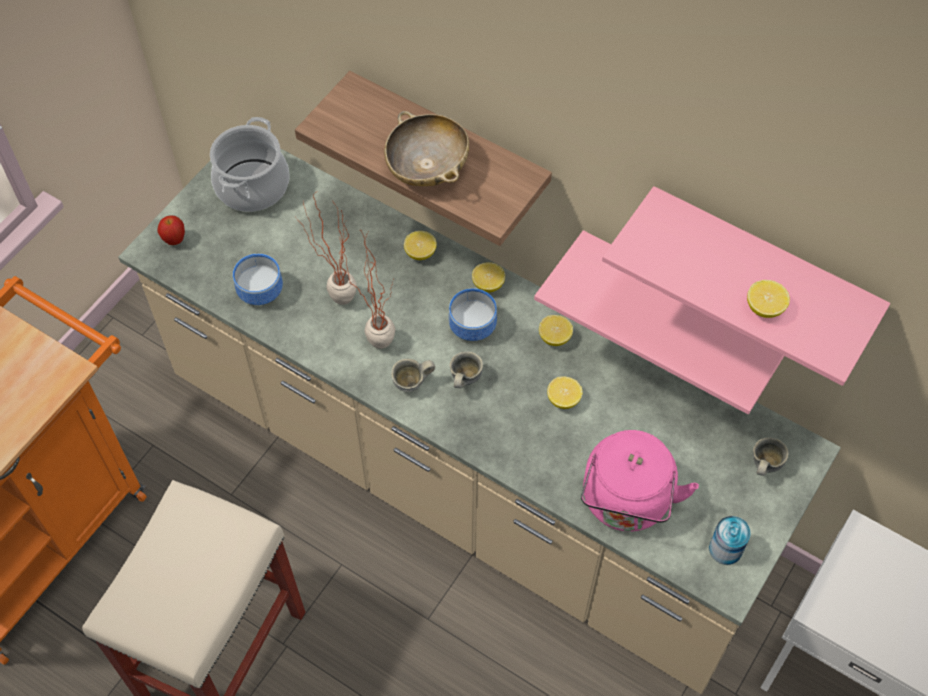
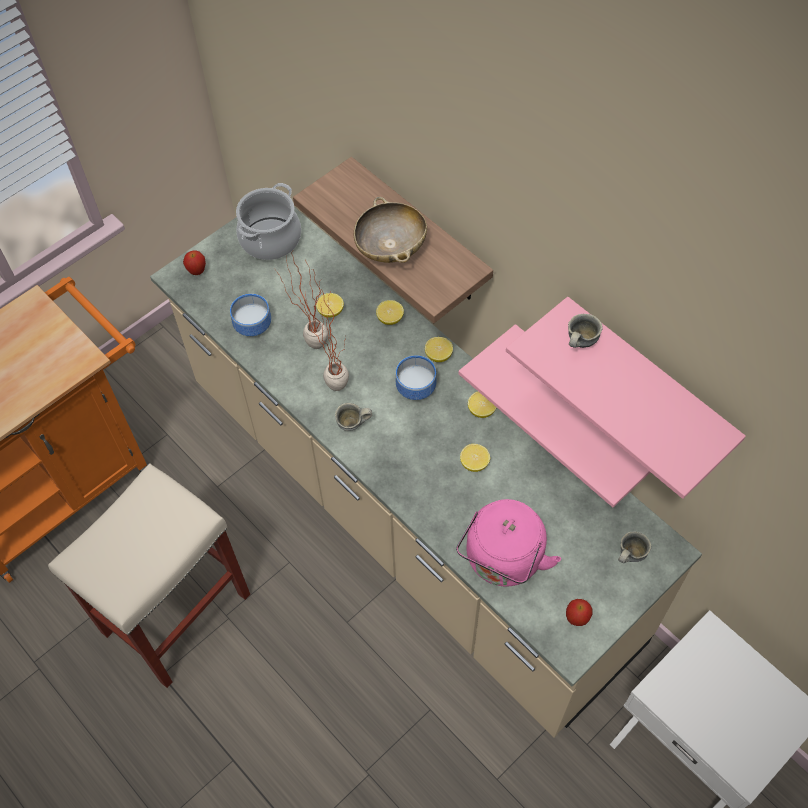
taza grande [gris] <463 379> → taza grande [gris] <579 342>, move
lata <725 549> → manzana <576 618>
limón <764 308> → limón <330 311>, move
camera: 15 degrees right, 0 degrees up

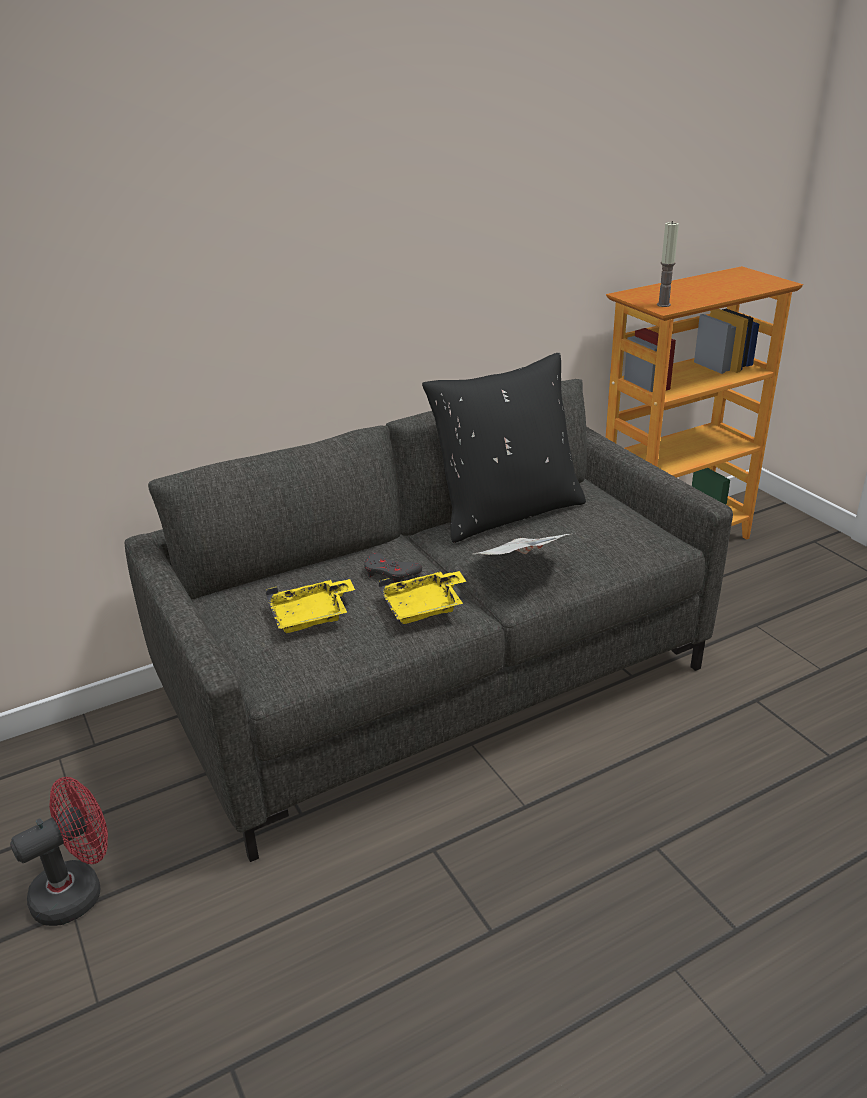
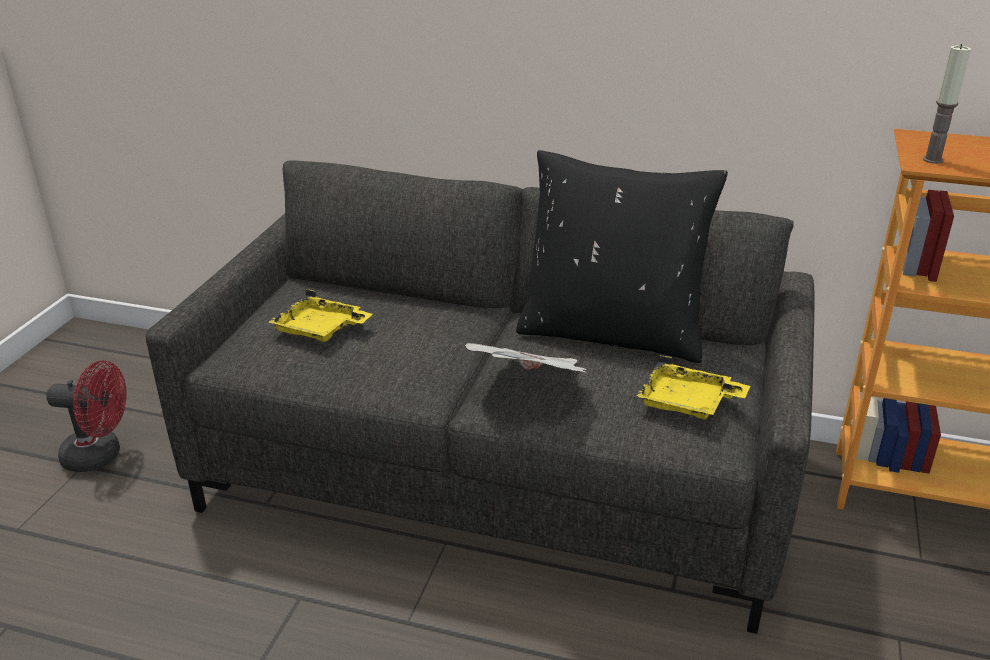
mando de consola [gris] <390 573> → -
bandeja [amarillo] <424 607> → bandeja [amarillo] <687 403>, move
camera: 45 degrees right, 0 degrees up

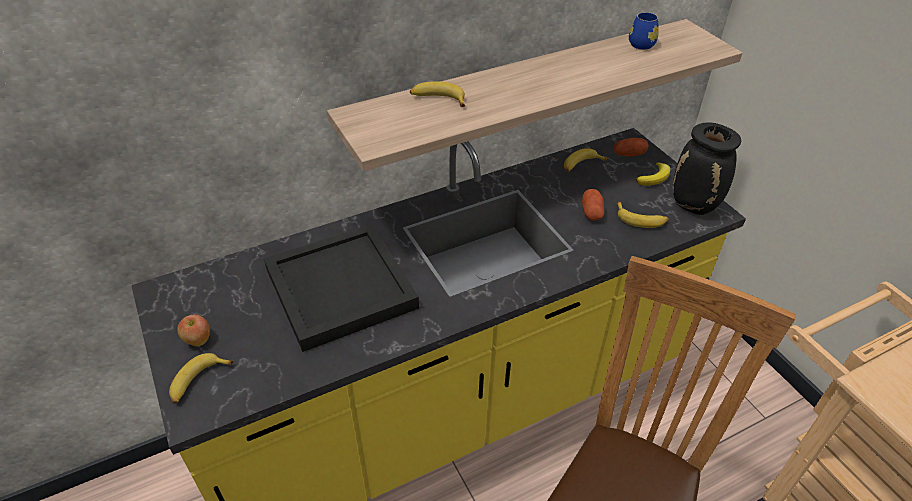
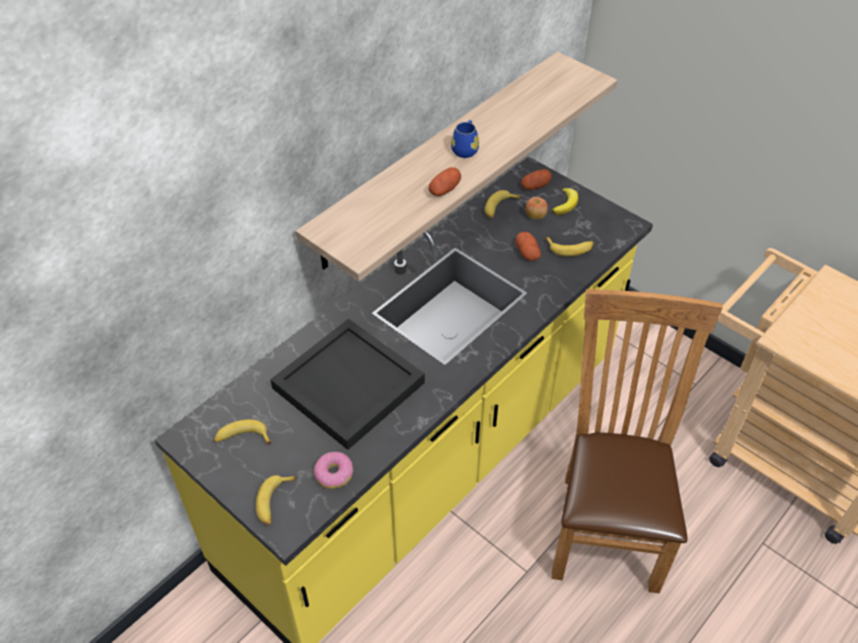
manzana <197 340> → manzana <535 216>, move
plátano <438 99> → plátano <242 438>, move
taza grande [azul] <643 43> → taza grande [azul] <465 149>, move
florero [negro] <694 206> → -
- → rosquilla <334 474>
- → patata <444 189>
camera: 20 degrees left, 5 degrees up

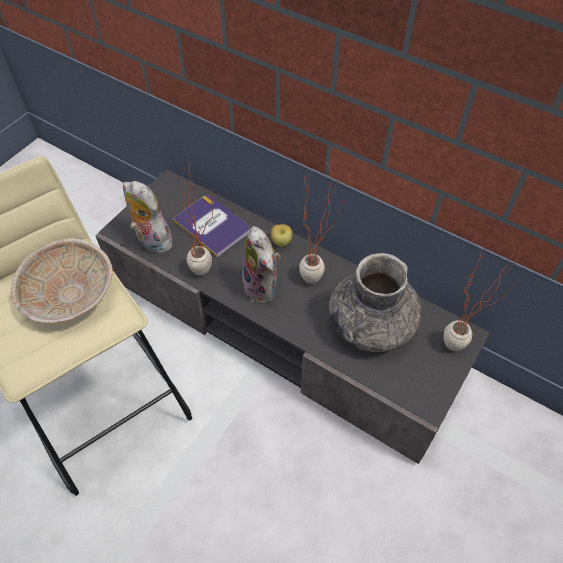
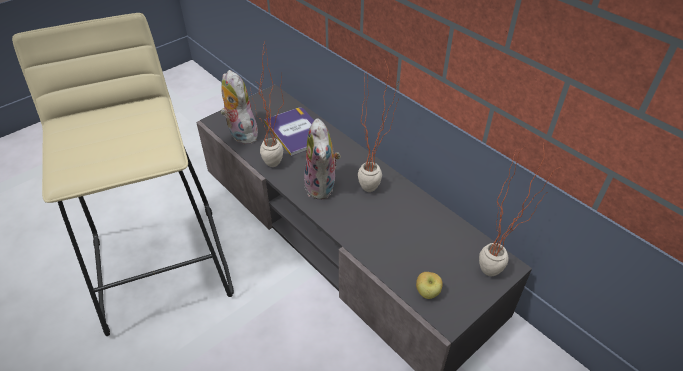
cuenco [beis] <69 295> → -
manzana <281 242> → manzana <427 293>, move
florero [gris] <371 324> → -
camera: 15 degrees right, 10 degrees down

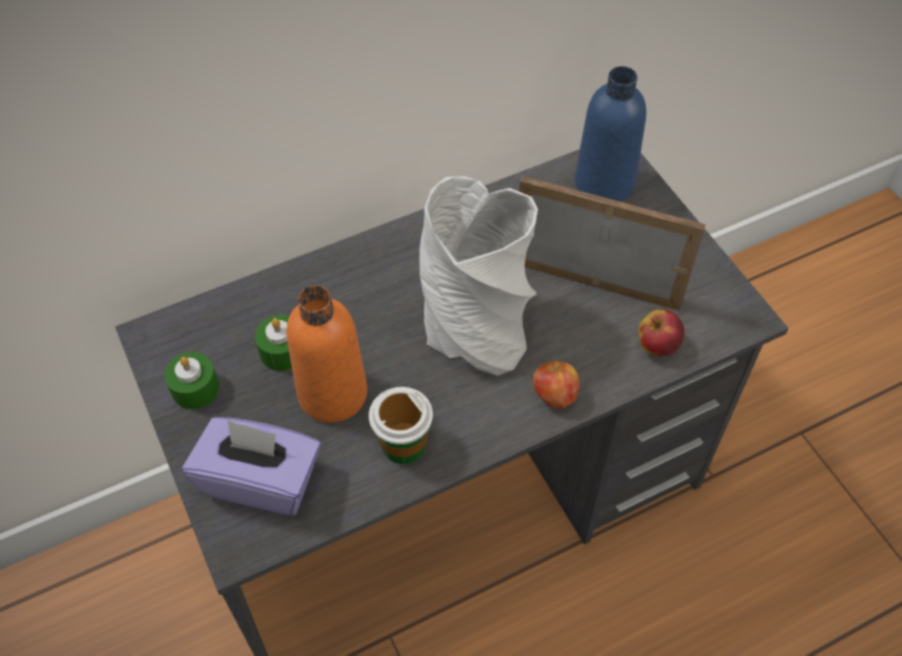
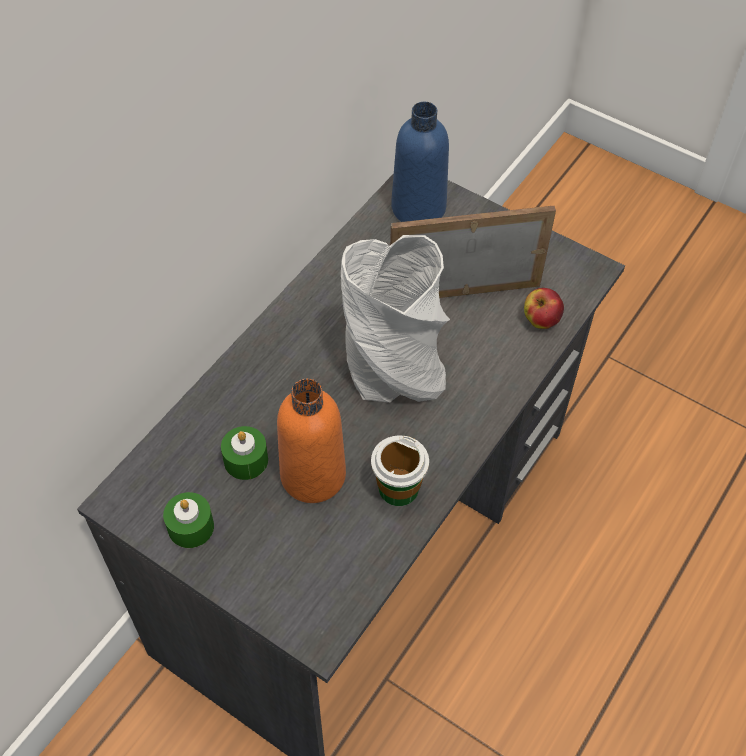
caja de pañuelos [morado] <261 480> → -
manzana <554 395> → -
camera: 30 degrees left, 0 degrees up

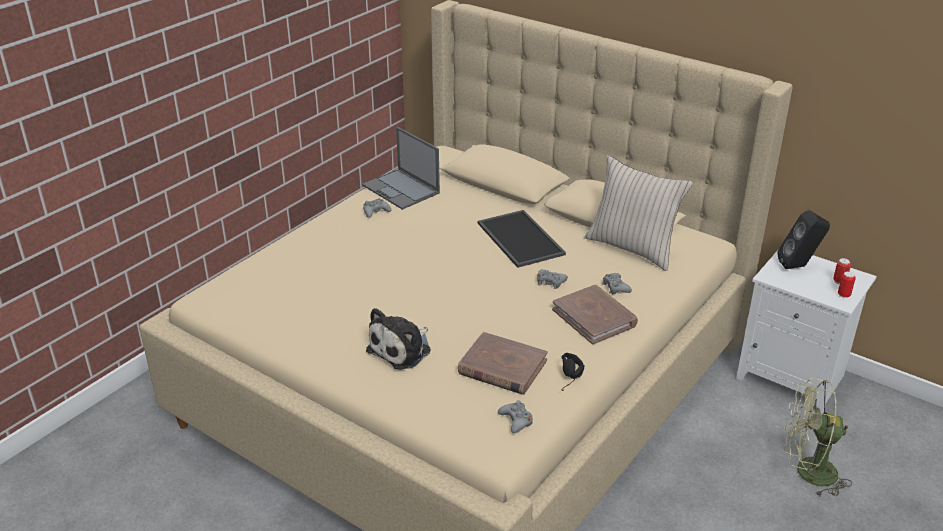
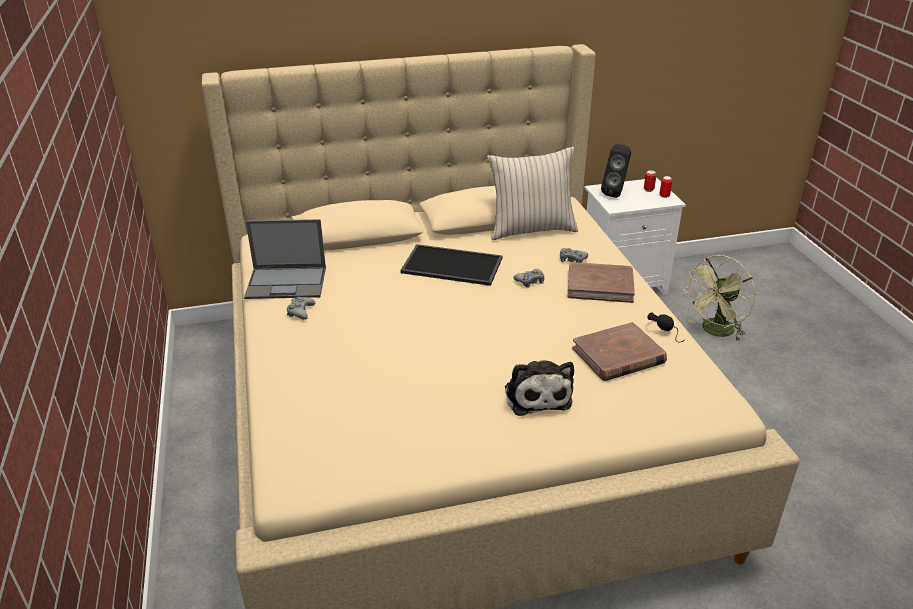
mando de consola [gris] <516 421> → -
camera: 50 degrees left, 0 degrees up

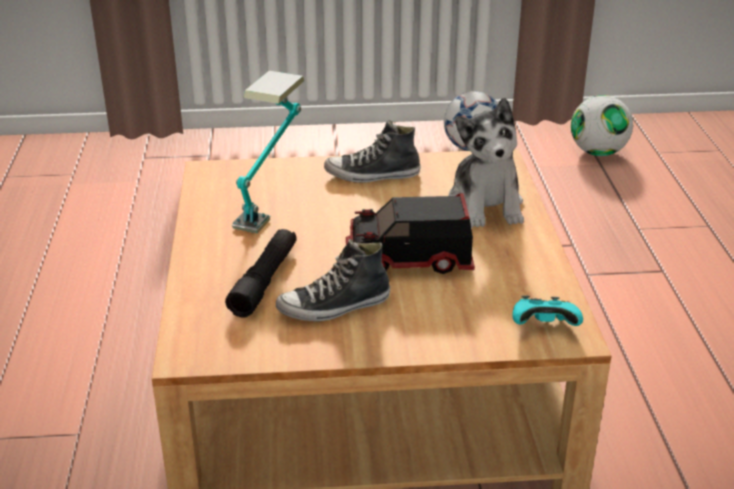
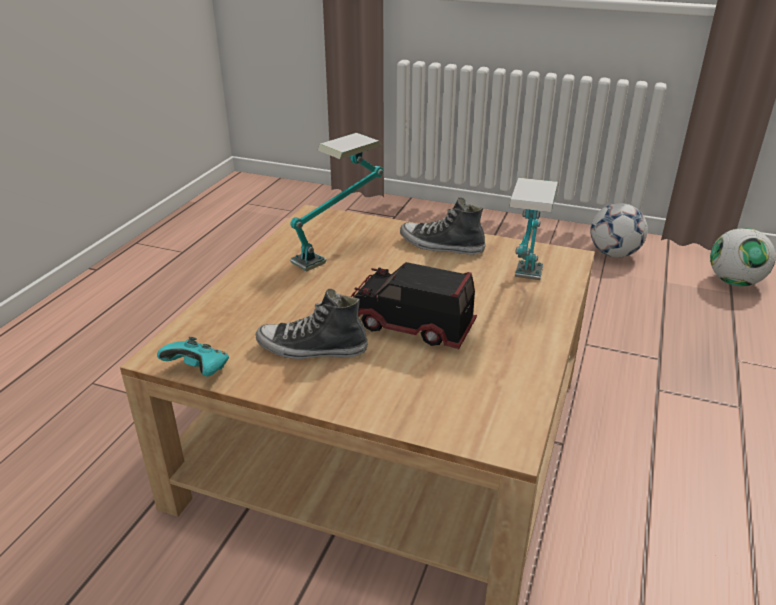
linterna [negro] <264 281> → -
peluche <486 205> → lámpara de mesa <523 293>
mando de consola [turquesa] <544 326> → mando de consola [turquesa] <199 370>, move
camera: 25 degrees right, 0 degrees up

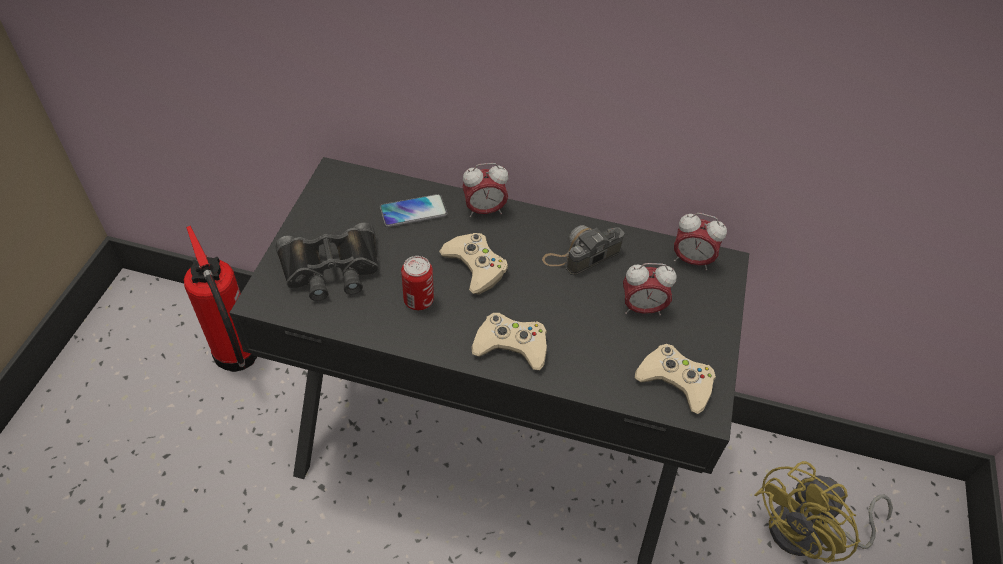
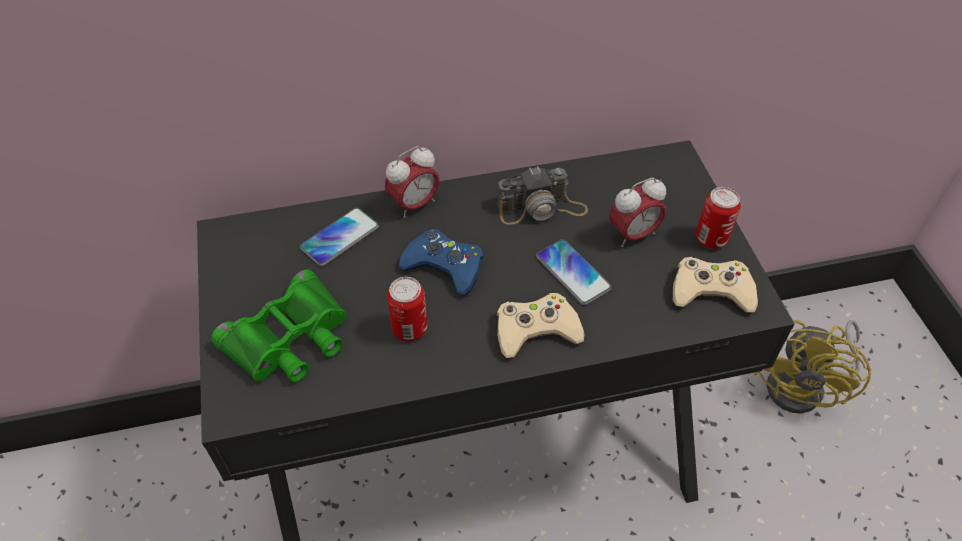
extintor <237 357> → -
prismáticos [negro] <331 269> → prismáticos [verde] <290 339>
mando de consola [beis] <475 266> → mando de consola [azul] <444 266>
cámara <582 255> → cámara <541 208>, 135 degrees counterclockwise
despertador <691 260> → -
- → móvil <573 272>
- → lata <711 238>
camera: 25 degrees left, 0 degrees up

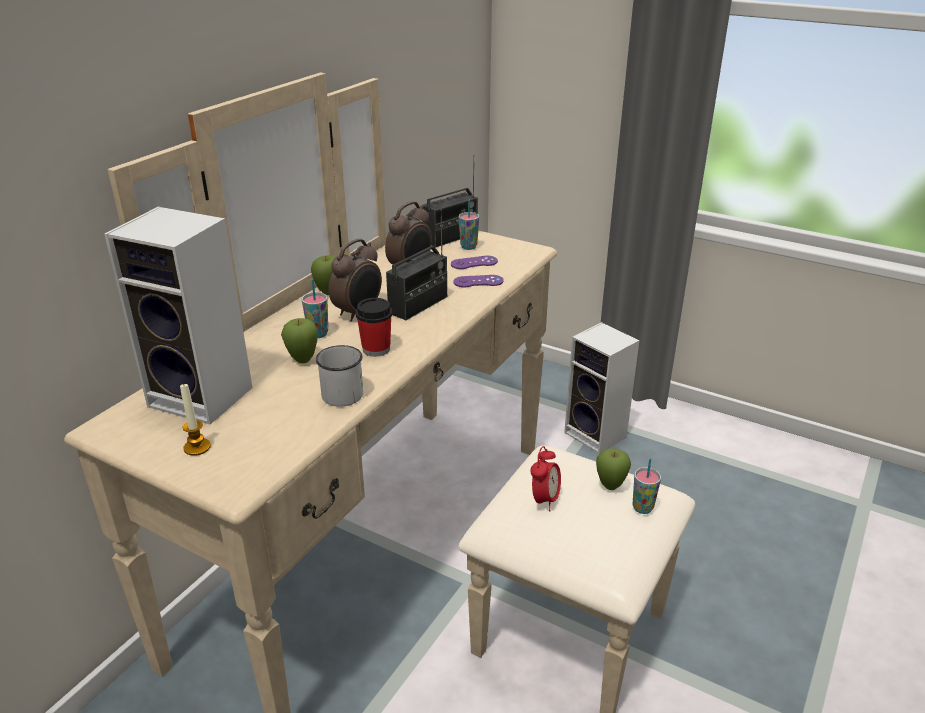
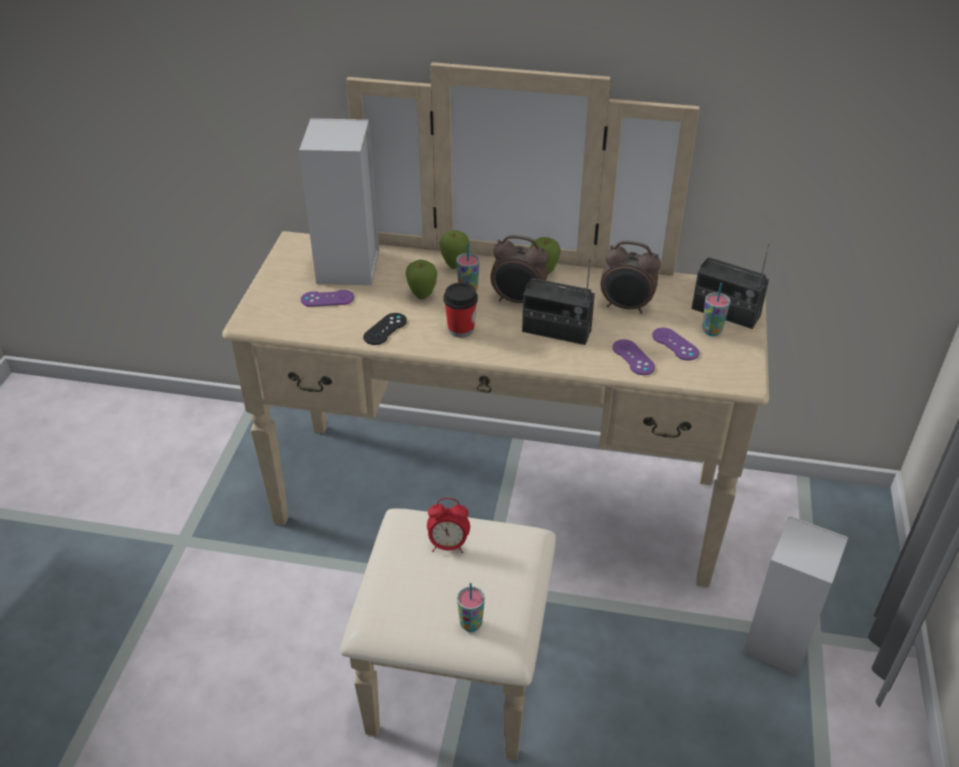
vela <197 447> → -
taza grande [blanco] <339 392> → mando de consola [negro] <385 329>
manzana <610 486> → manzana <455 266>, move
- → mando de consola [morado] <327 298>
camera: 70 degrees right, 10 degrees up

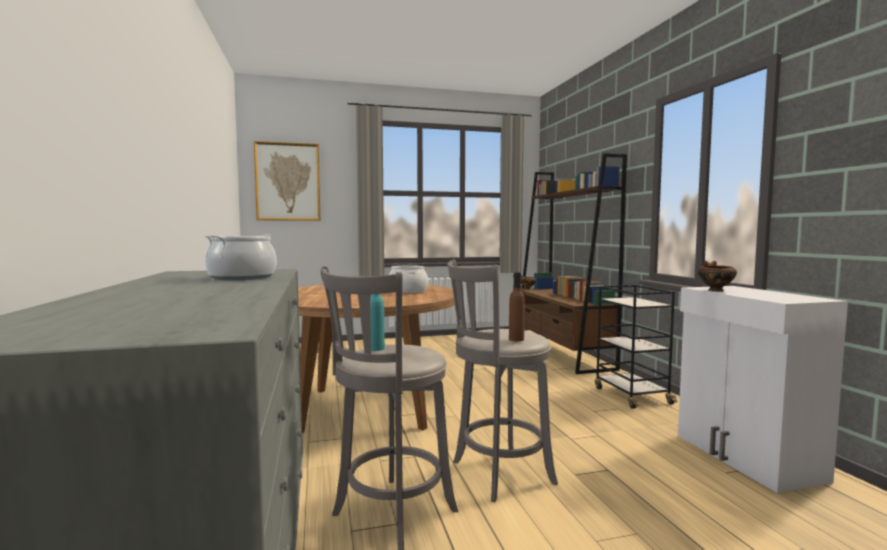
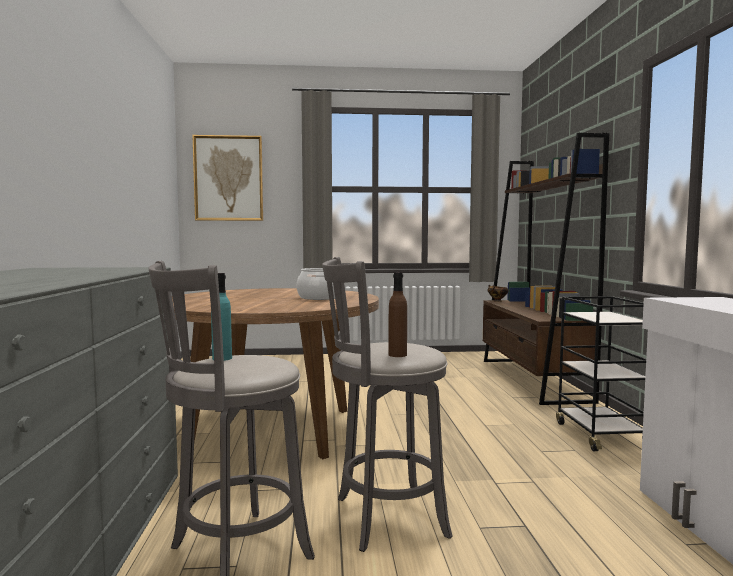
olla <242 277> → -
cuenco <714 290> → -
camera: 10 degrees right, 0 degrees up

